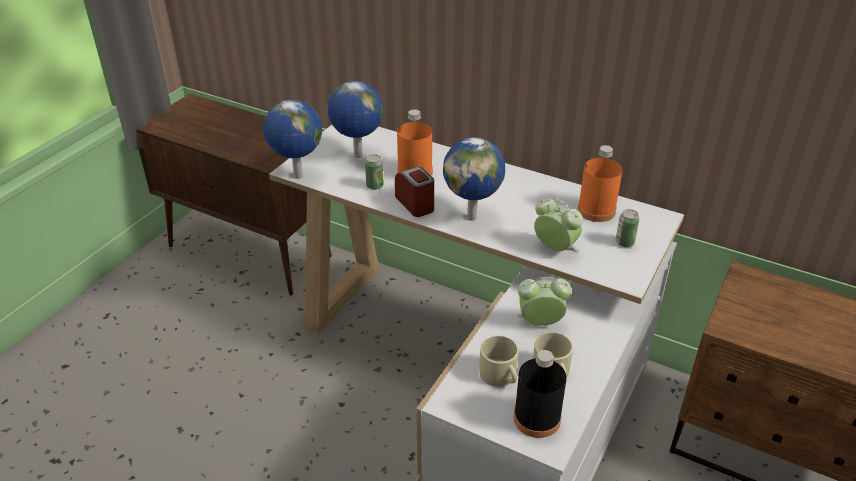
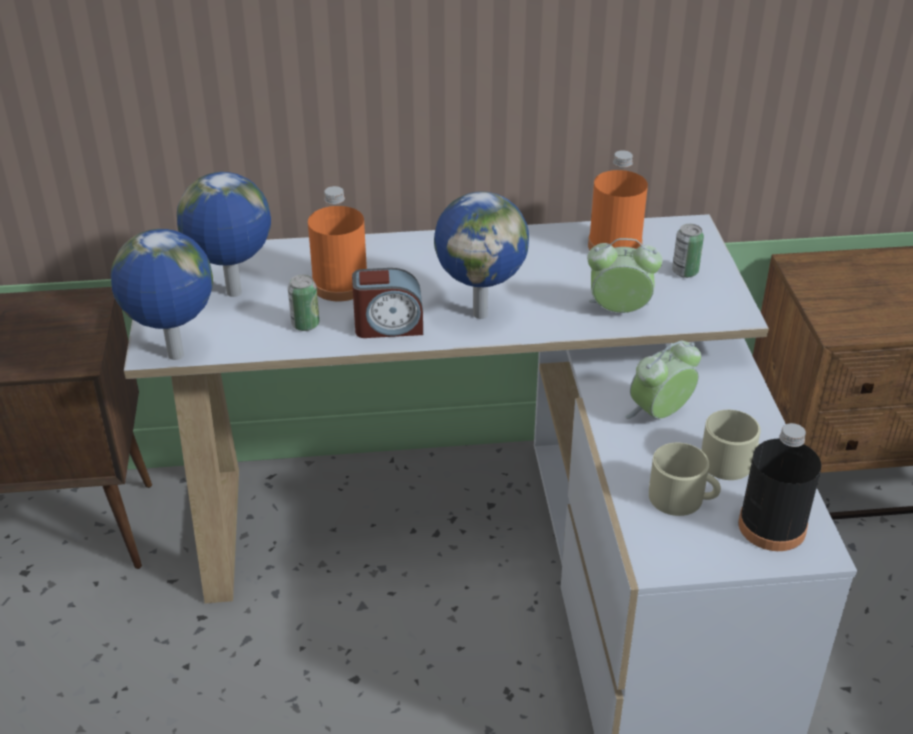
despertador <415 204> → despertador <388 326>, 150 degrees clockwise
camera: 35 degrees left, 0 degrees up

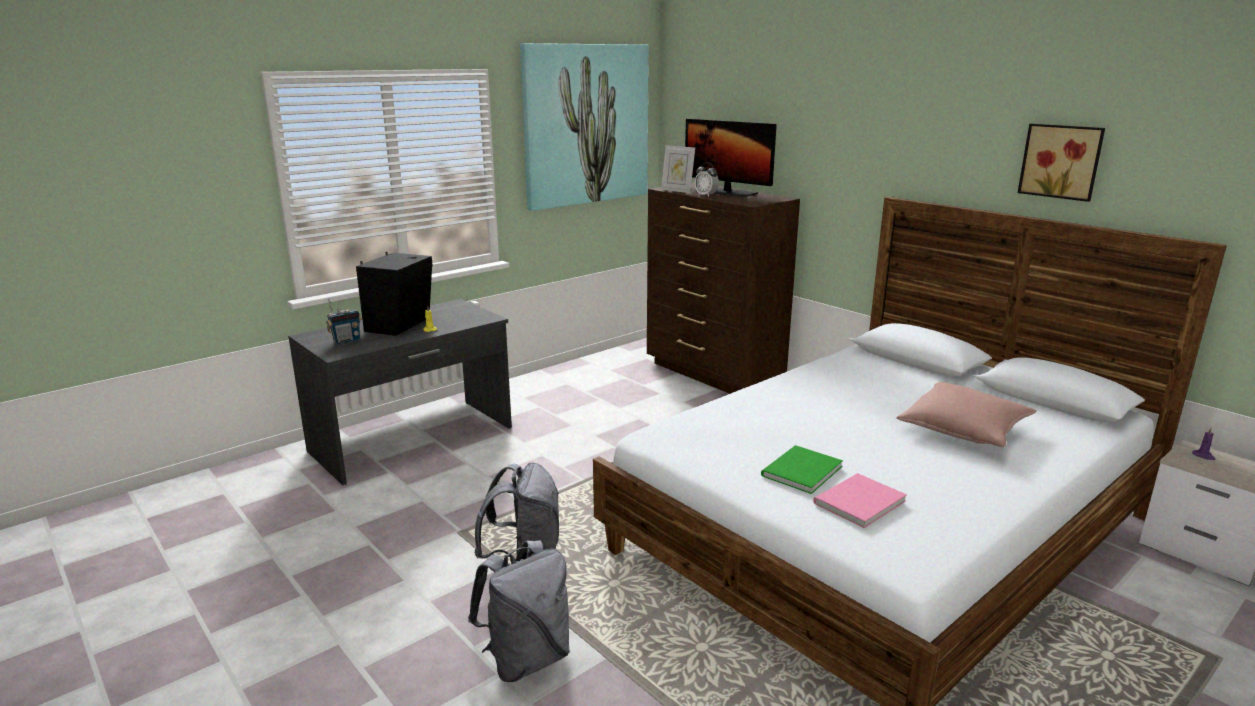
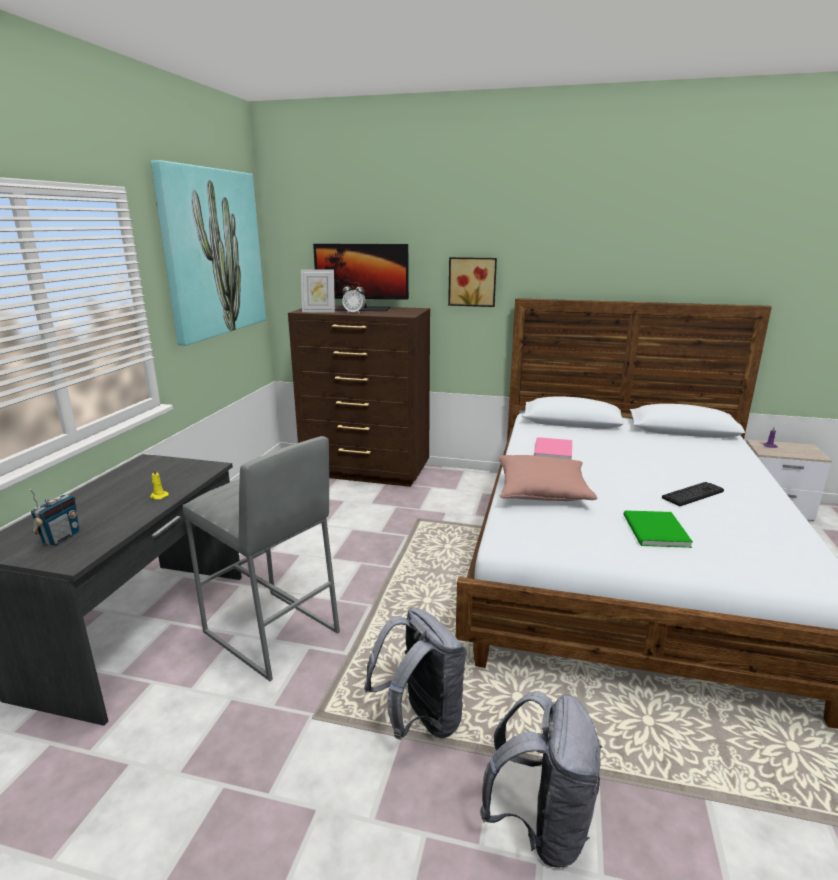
altavoz [negro] <401 324> → -
libro [rosa] <856 502> → libro [rosa] <551 451>, move
cojín [rosa] <964 430> → cojín [rosa] <542 492>, move
cuadro <1061 161> → cuadro <472 281>, move
- → taburete [gris] <271 633>
- → teclado <693 494>
camera: 35 degrees left, 0 degrees up

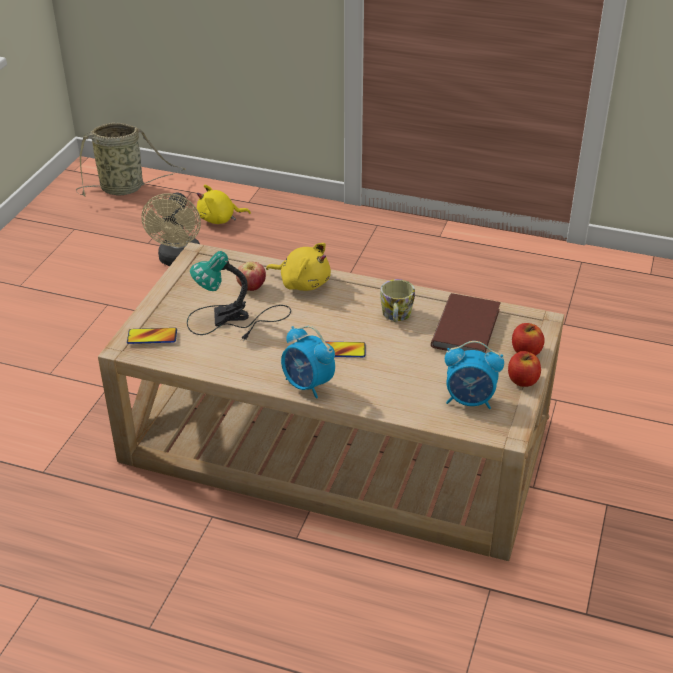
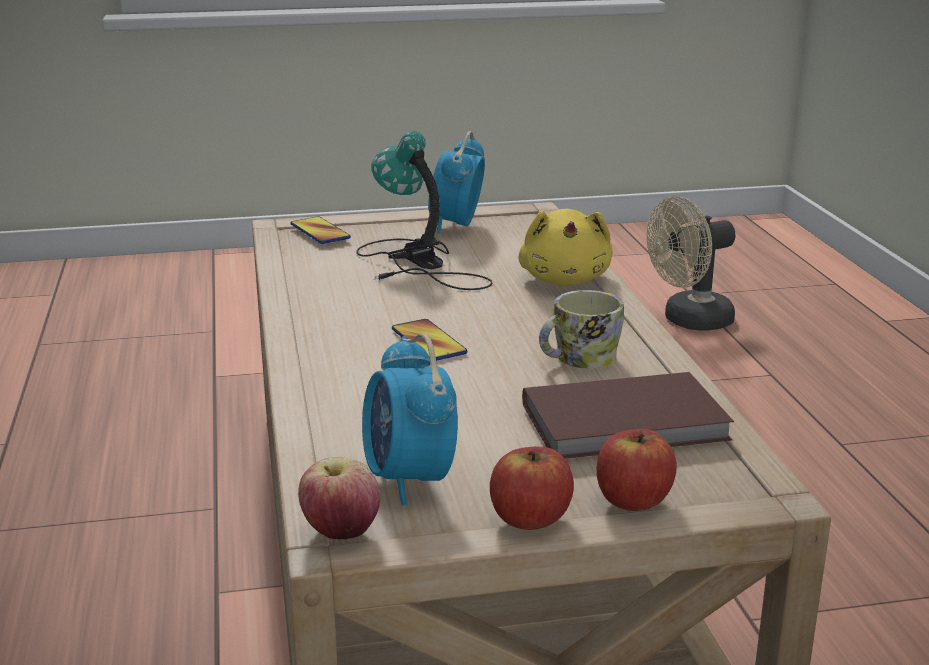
cesta <125 188> → -
peluche [amarillo] <219 219> → -
manzana <251 287> → manzana <341 531>, move
despertador <308 385> → despertador <456 225>, move
camera: 60 degrees right, 15 degrees down

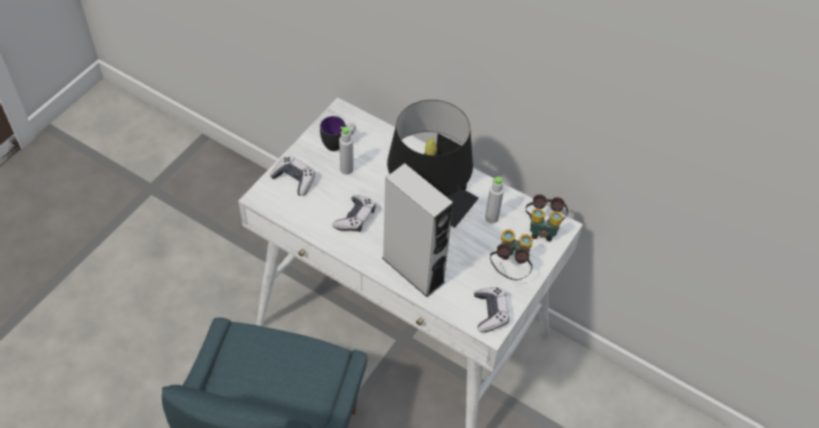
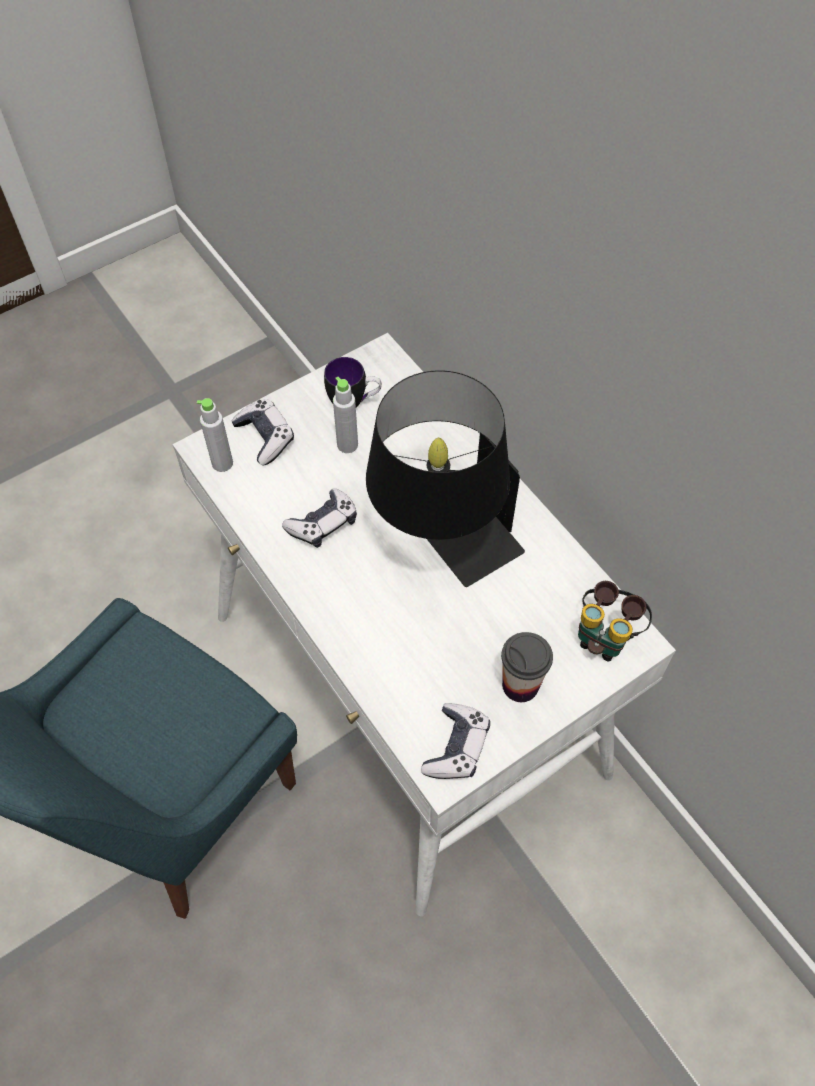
altavoz [gris] <413 270> → -
botella [gris] <491 218> → botella [gris] <222 463>, move
prismáticos <509 269> → taza <520 685>
camera: 25 degrees right, 5 degrees up

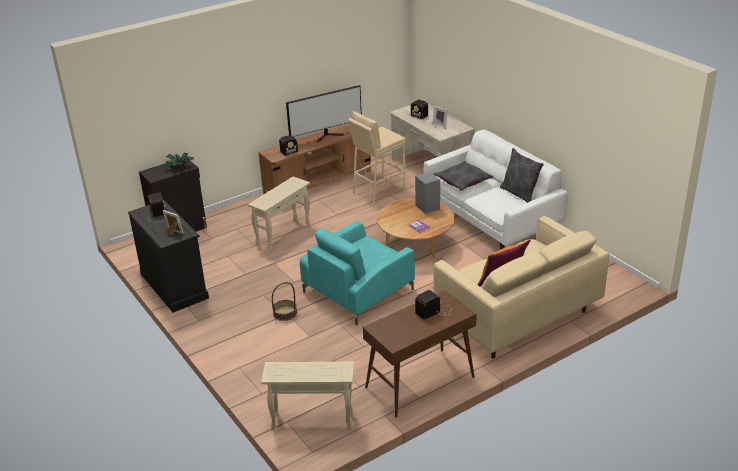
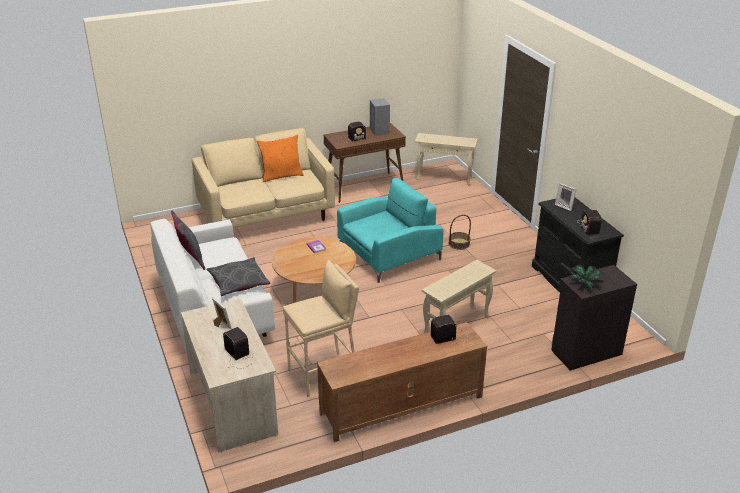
televisor <329 136> → -
altavoz [gris] <427 207> → altavoz [gris] <379 131>, move
camera: 170 degrees left, 0 degrees up

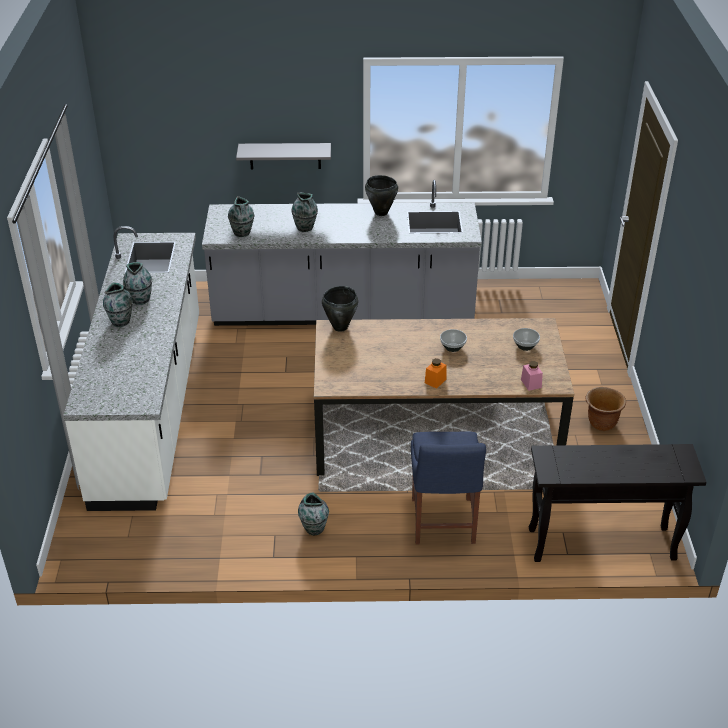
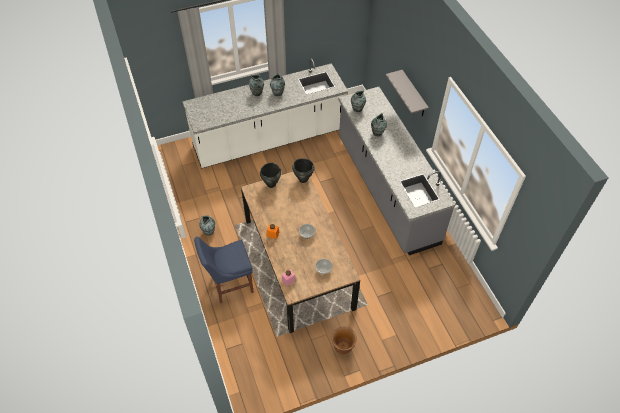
olla [negro] <381 213> → olla [negro] <271 184>, move
mesa consola [negro] <600 545> → -
camera: 70 degrees right, 15 degrees up

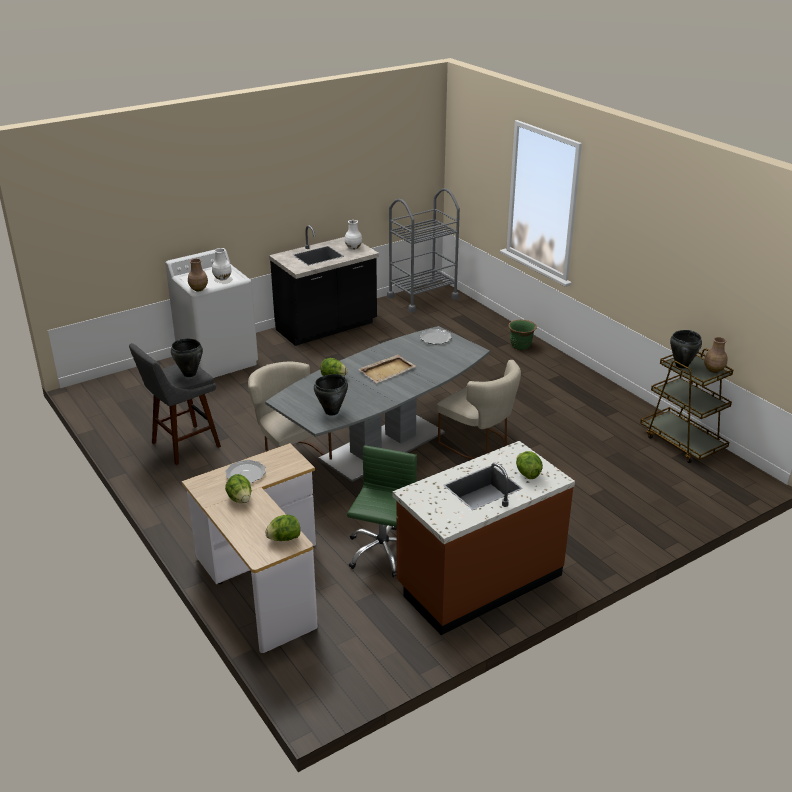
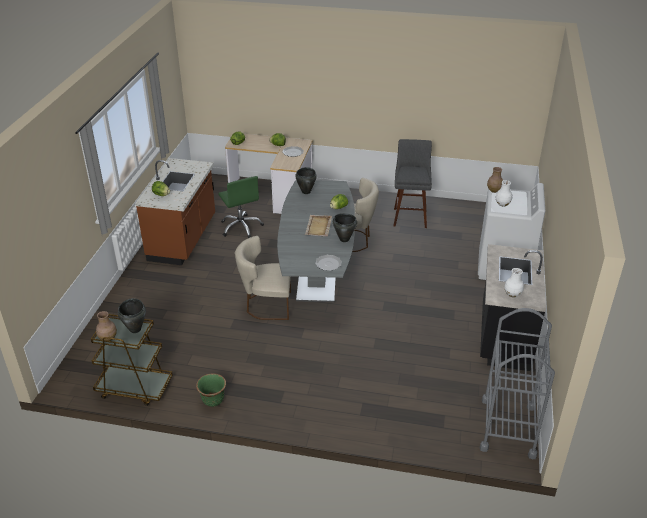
olla [negro] <189 374> → olla [negro] <344 239>, move
maceta [verde] <520 346> → maceta [verde] <213 401>, move
camera: 135 degrees right, 5 degrees up

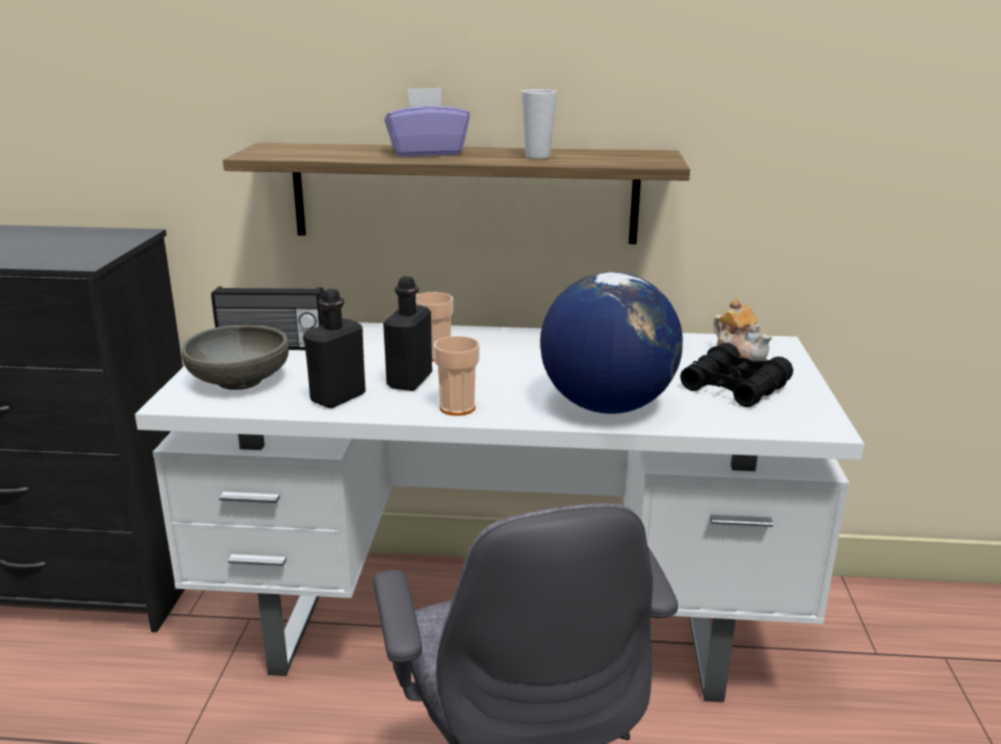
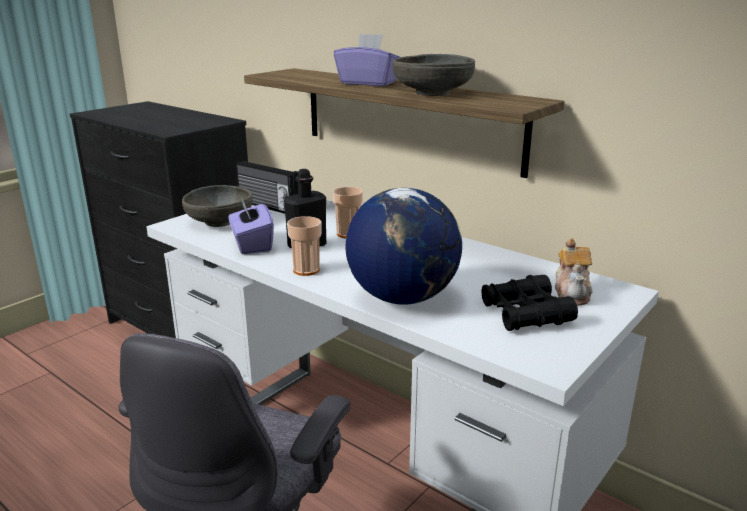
botella [negro] <338 397> → caja de pañuelos [morado] <252 245>
taza <537 157> → cuenco [gris] <433 93>
camera: 35 degrees right, 0 degrees up

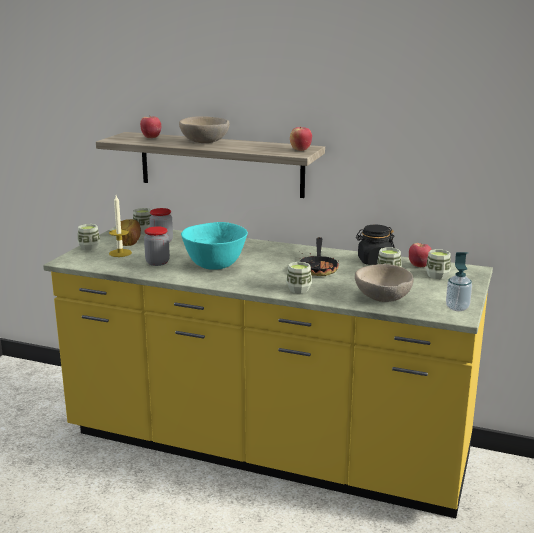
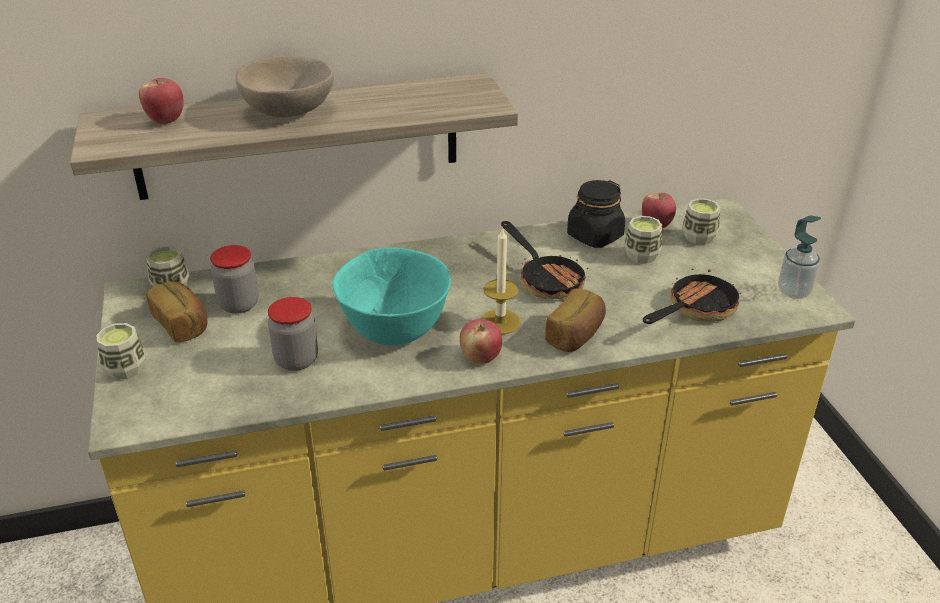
vela <120 253> → vela <500 322>, move
taza <298 289> → pan <576 336>
manzana <300 150> → manzana <480 358>, move
cuenco [beis] <382 298> → sartén <695 309>
camera: 35 degrees left, 15 degrees up

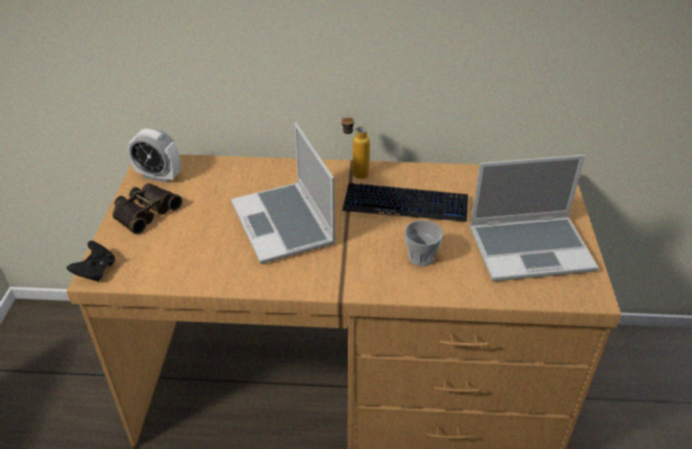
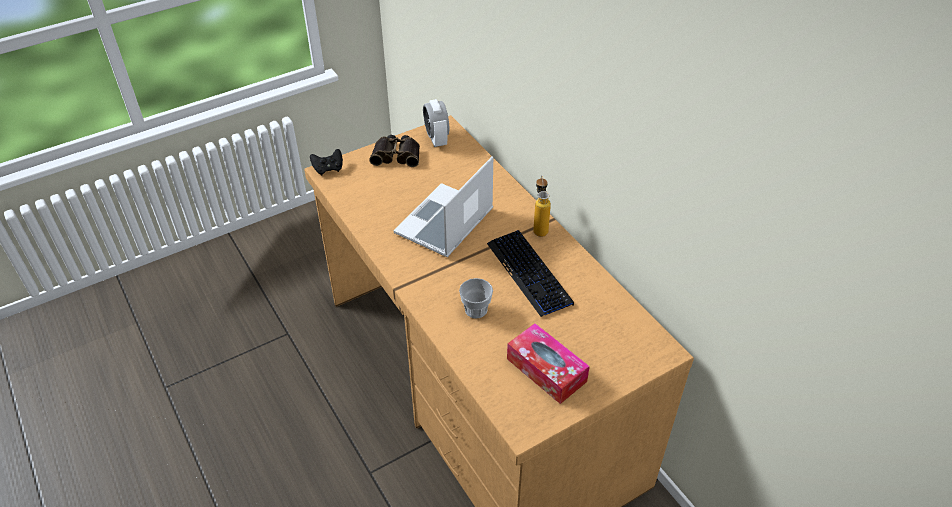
portátil <531 248> → caja de pañuelos <546 370>
camera: 55 degrees right, 5 degrees up

